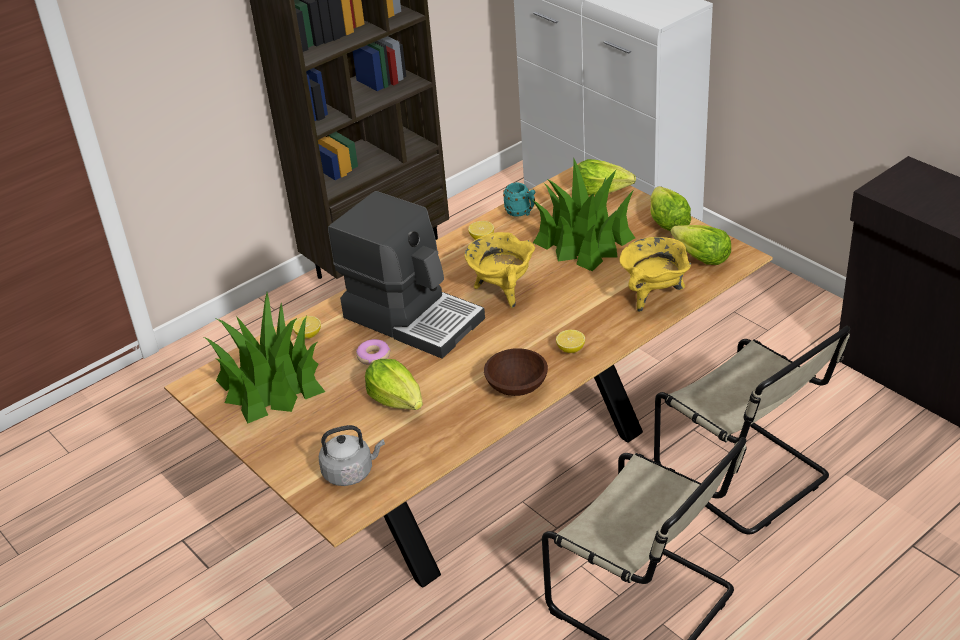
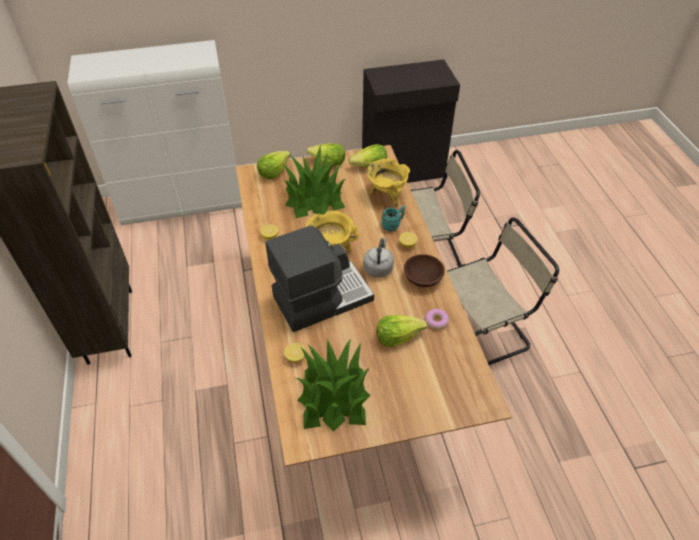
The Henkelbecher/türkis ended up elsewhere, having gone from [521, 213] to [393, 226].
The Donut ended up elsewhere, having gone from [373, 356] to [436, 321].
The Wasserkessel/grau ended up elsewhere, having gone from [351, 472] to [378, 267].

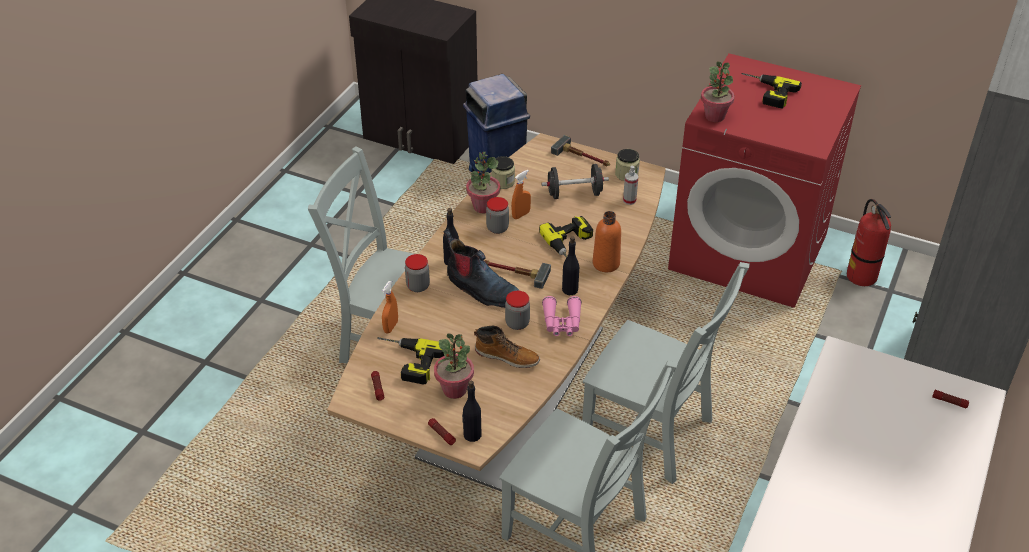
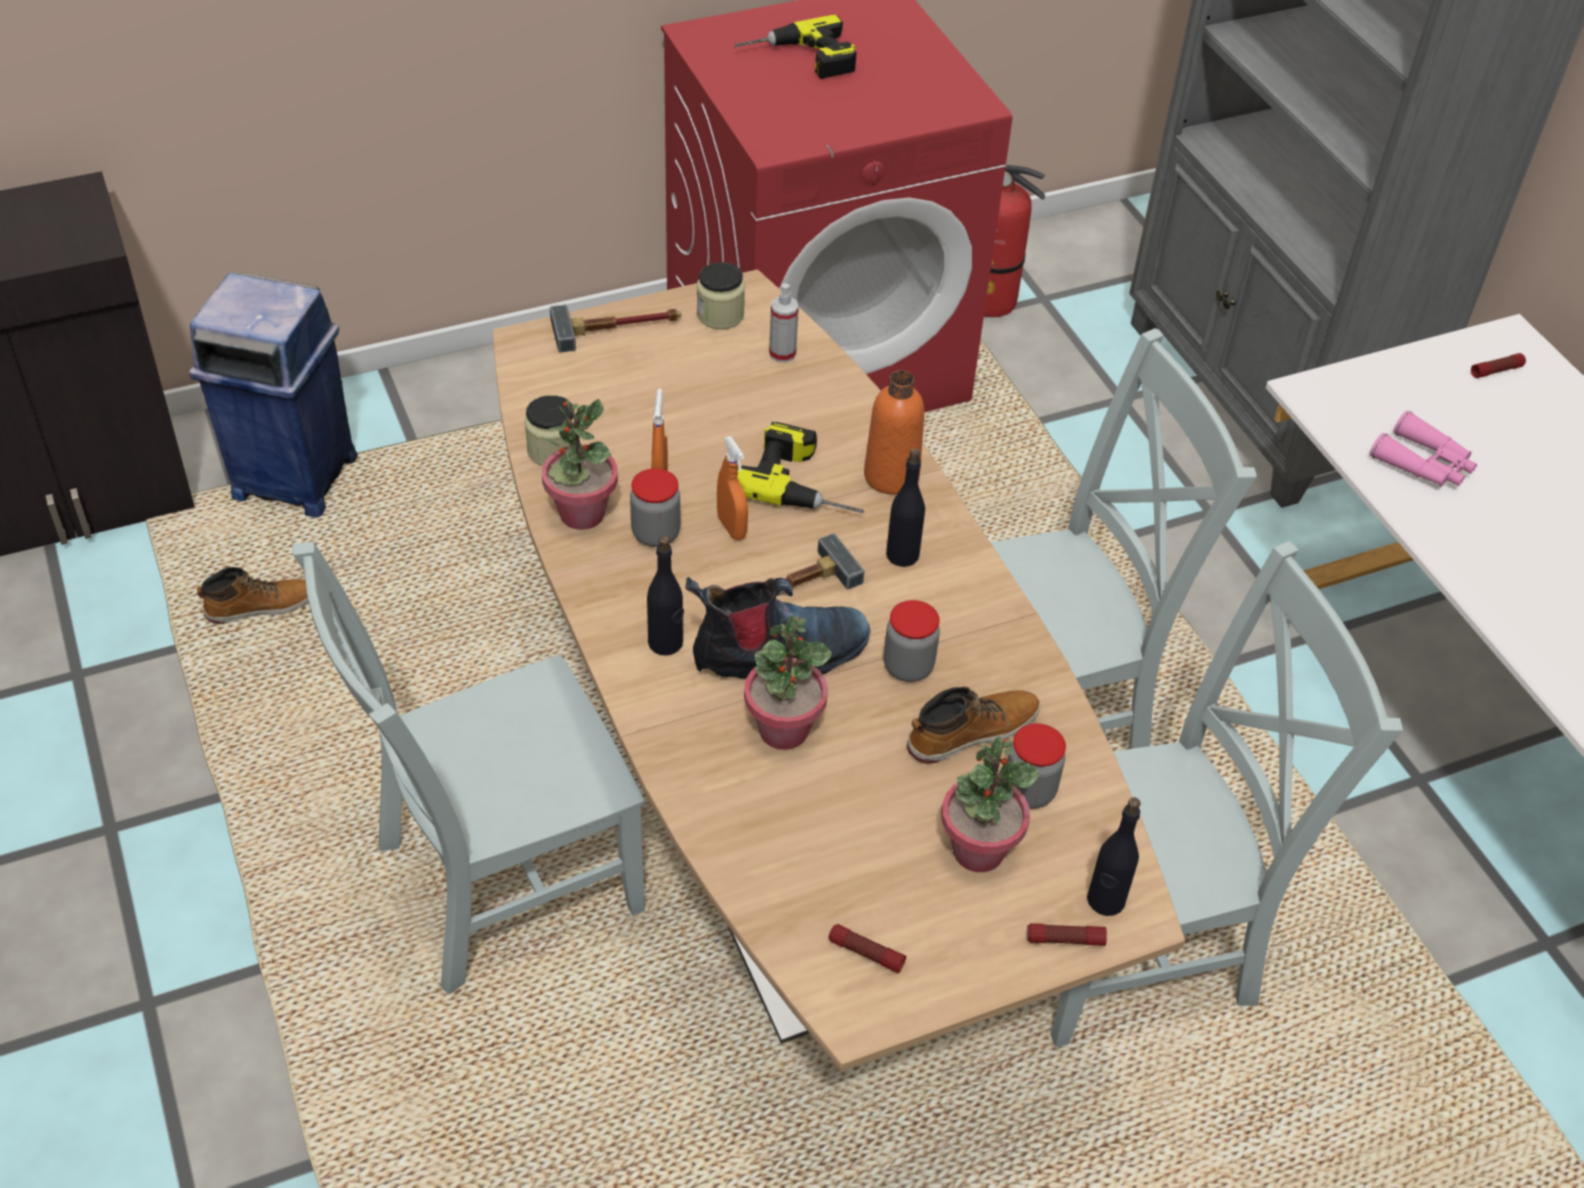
The Topfpflanze ended up elsewhere, having gone from [715, 116] to [783, 730].
The second view lost the Hantel/schwarz at [574, 194].
The Vorratsglas ended up elsewhere, having gone from [418, 286] to [1029, 791].
The Sprühflasche/orange ended up elsewhere, having gone from [391, 327] to [731, 527].
The Fernglas/rosa ended up elsewhere, having gone from [562, 322] to [1423, 464].
The second view lost the Bohrmaschine at [406, 362].
The second view gained the Stiefel at [261, 606].

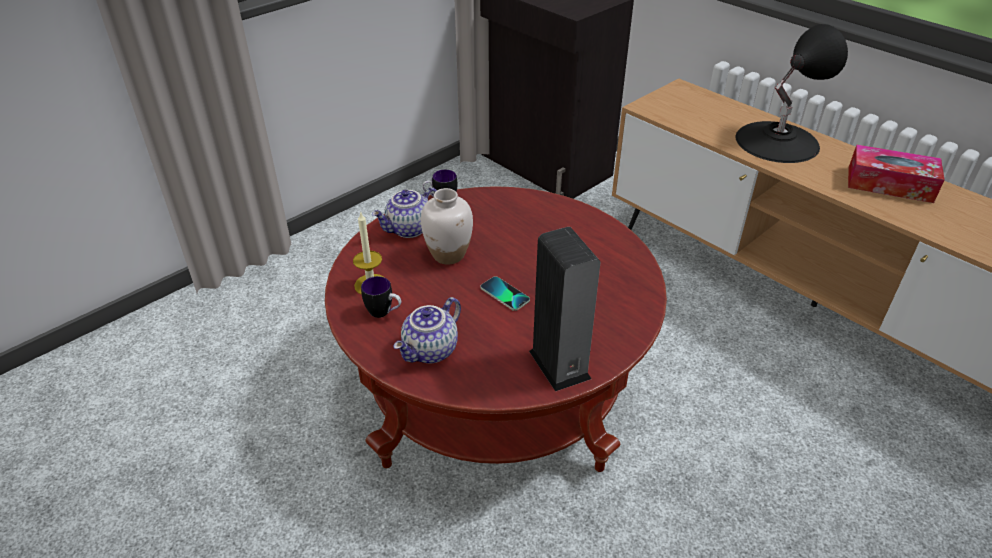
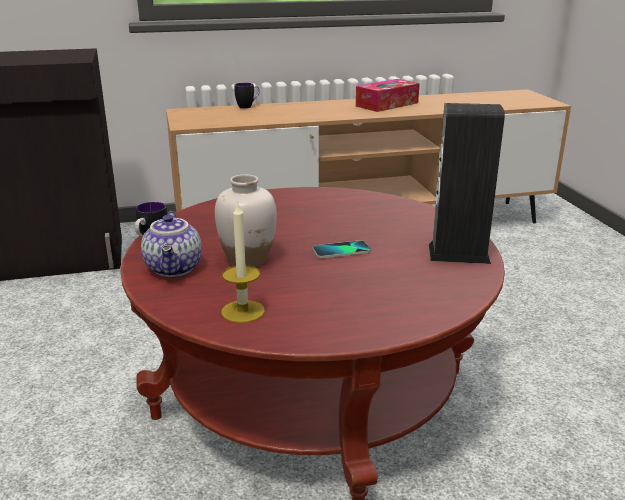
The second view lost the Tischlampe/schwarz at [777, 141].
The Henkelbecher ended up elsewhere, having gone from [384, 313] to [248, 106].
The second view lost the Teekanne at [431, 351].

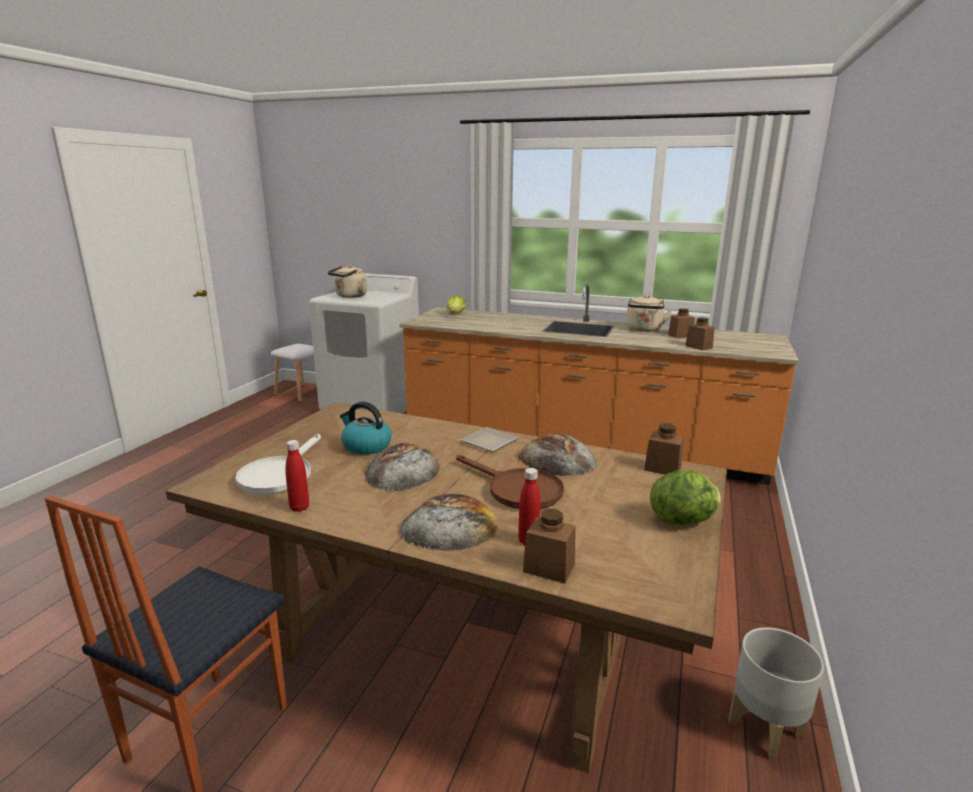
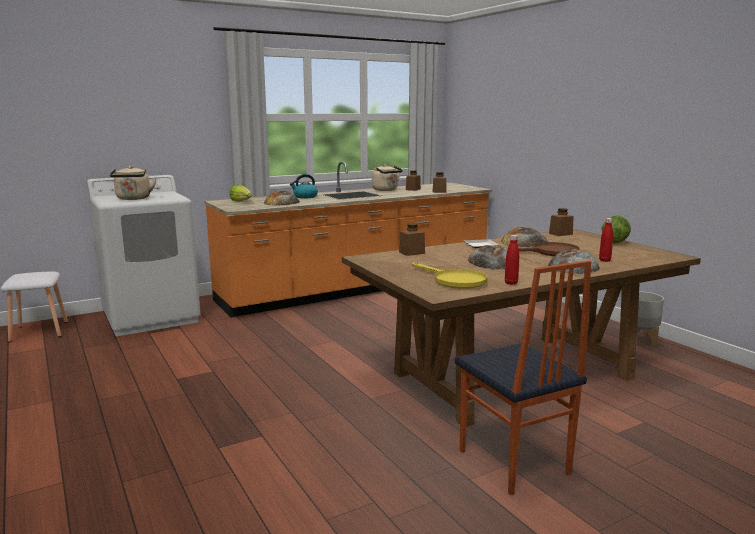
The Wasserkessel ended up elsewhere, having gone from [366, 446] to [305, 197].
What was the Pfanne/weiß at [280, 474] turned into the Pfanne/gelb at [454, 281].
The Vorratsglas/braun ended up elsewhere, having gone from [549, 567] to [412, 253].
The second view gained the Brot at [282, 202].

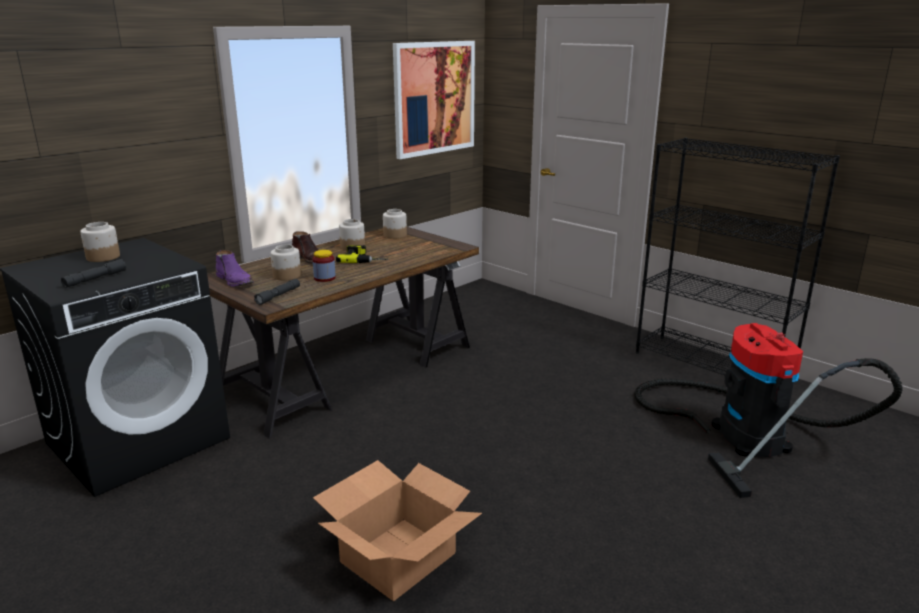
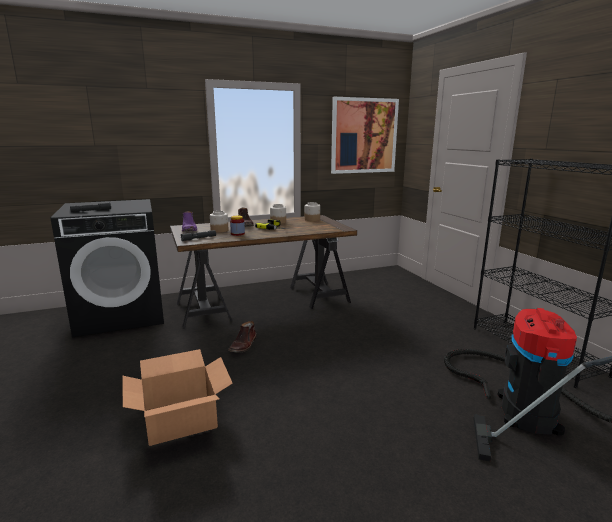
The second view lost the Vorratsglas at [103, 257].
The second view gained the Stiefel/braun at [243, 345].

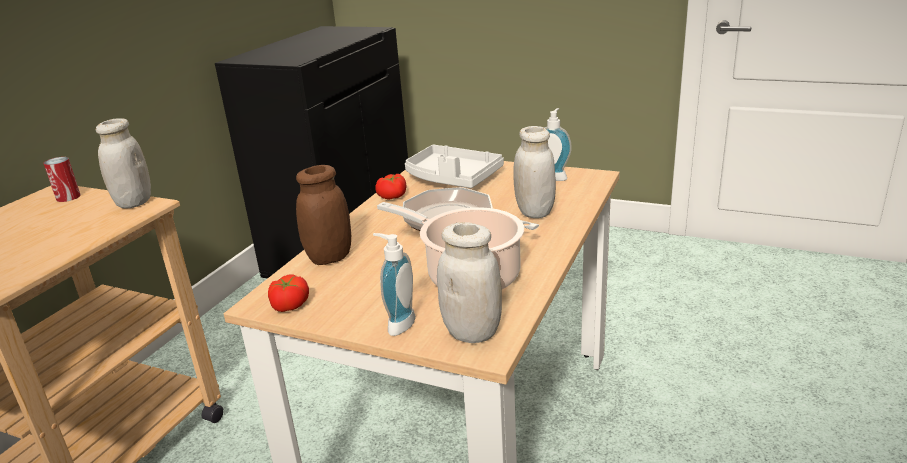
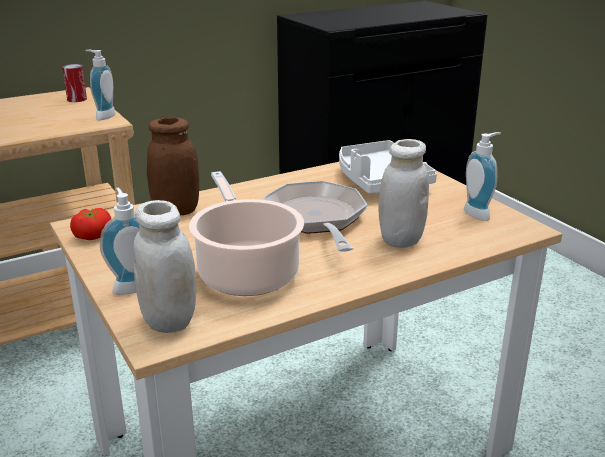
Where the Vorratsglas/weiß stood at [134, 202], the Seifenspender came to stand at [103, 116].
The second view lost the Tomate at [393, 196].

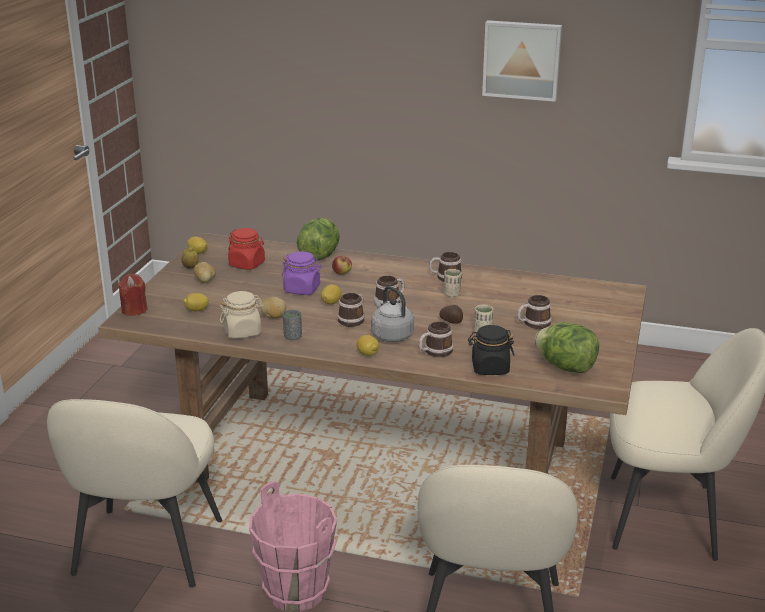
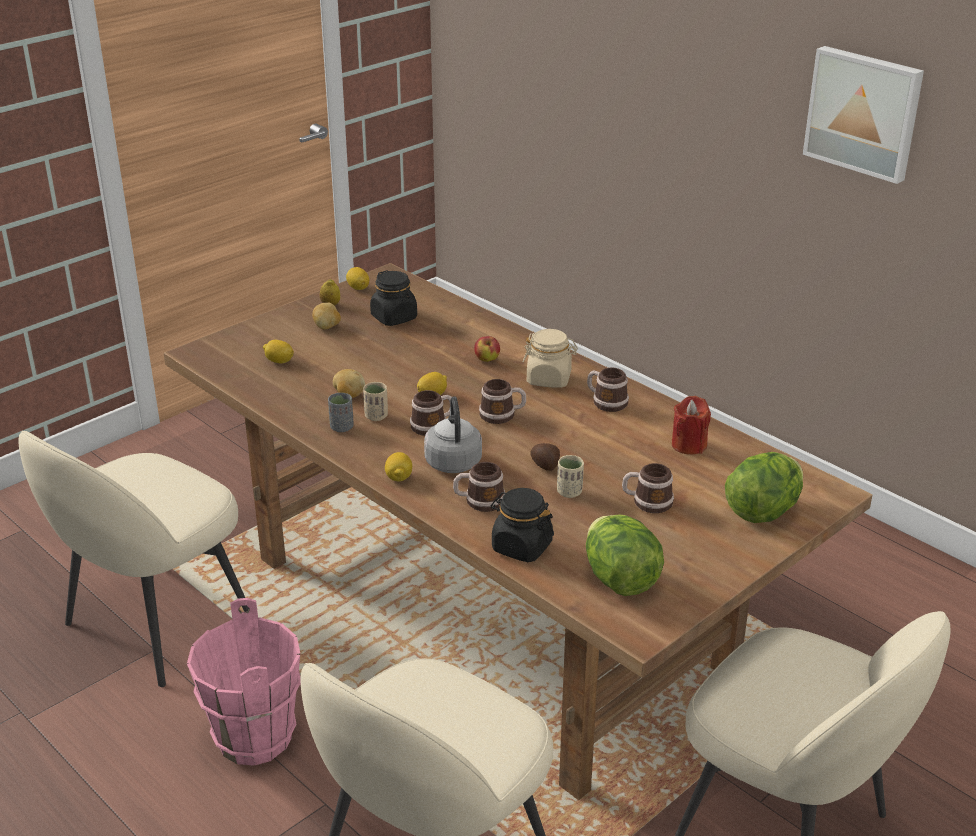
The Salatkopf ended up elsewhere, having gone from [319, 255] to [762, 511].
What was the Vorratsglas/rot at [247, 264] turned into the Vorratsglas/schwarz at [394, 318].
The second view lost the Vorratsglas/lila at [302, 289].
The Tasse/beige ended up elsewhere, having gone from [452, 294] to [376, 416].
The Kerze/rot ended up elsewhere, having gone from [134, 310] to [689, 445].
The Vorratsglas/beige ended up elsewhere, having gone from [243, 331] to [549, 379].

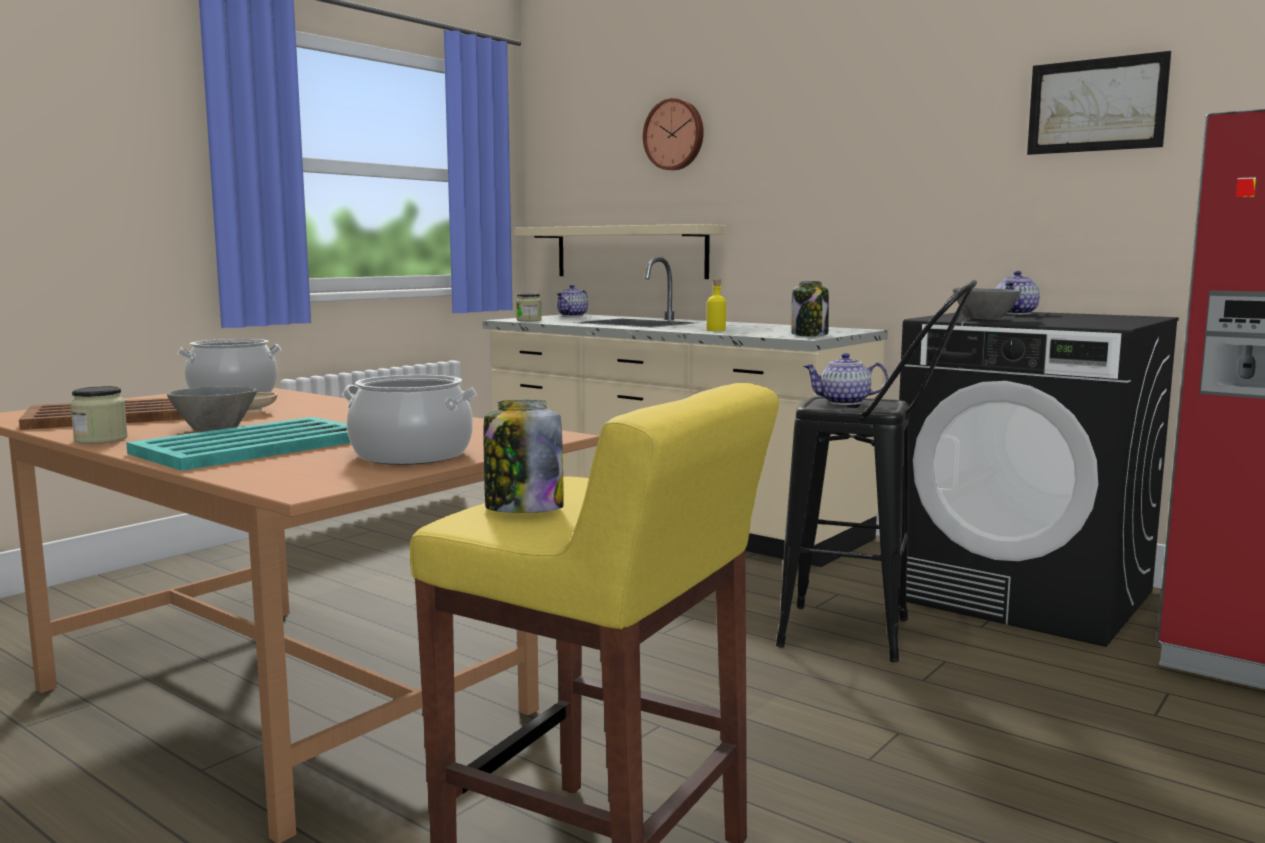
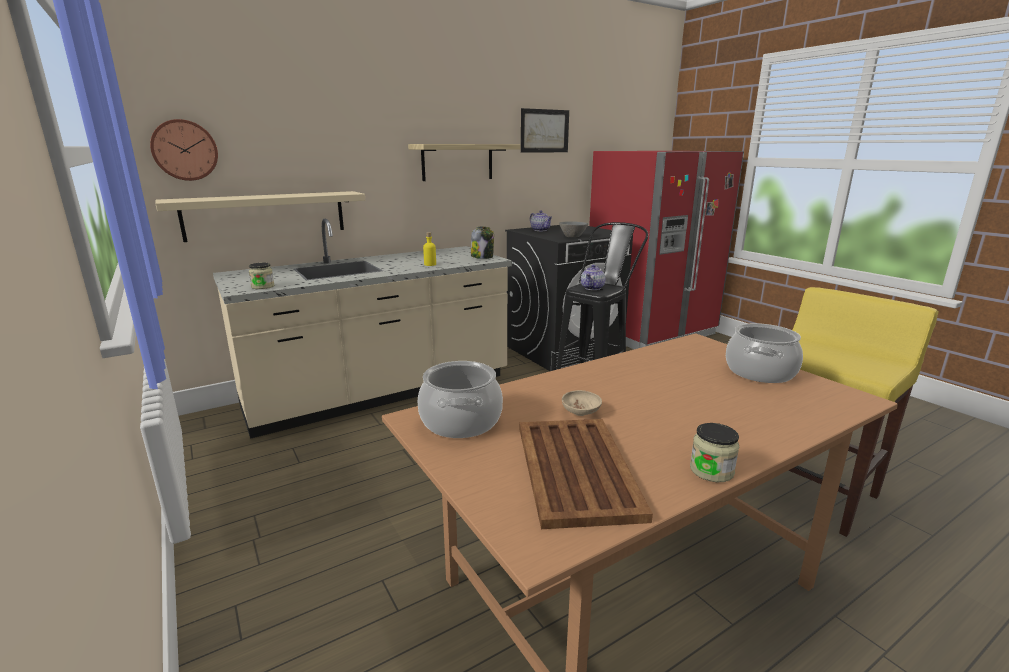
The Wanduhr ended up elsewhere, having gone from [675, 135] to [184, 150].
The second view lost the Teekanne at [573, 316].
The second view lost the Schüssel/grau at [217, 429].
The second view lost the Vorratsglas at [522, 509].
The second view lost the Tablett/türkis at [256, 446].
The second view gained the Wandregal at [457, 162].

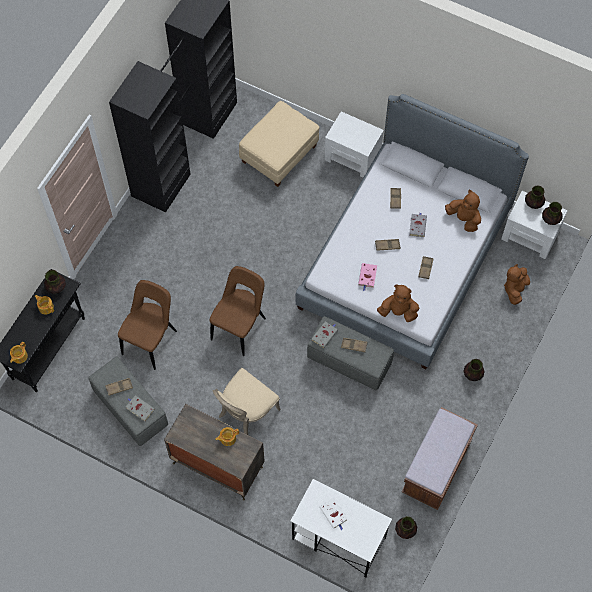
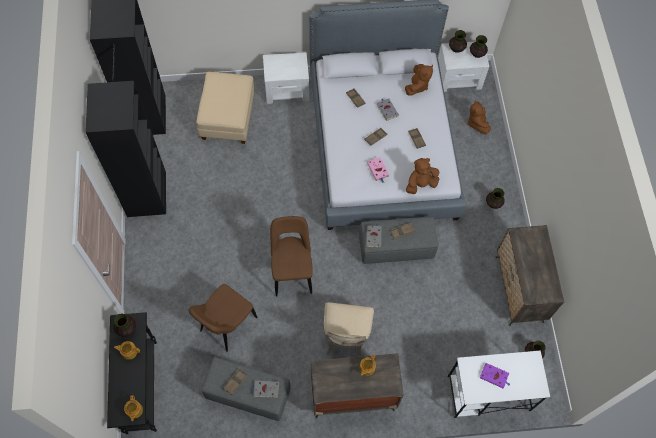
The Plüschtier/braun at [463, 219] ended up facing another way, 105 degrees clockwise from before.
The Stuhl/braun at [151, 340] ended up facing another way, 135 degrees counterclockwise from before.
Where the Bank/braun stood at [436, 467], the Kommode came to stand at [519, 289].
What was the Buch/weiß at [334, 514] turned into the Buch/lila at [494, 376].

